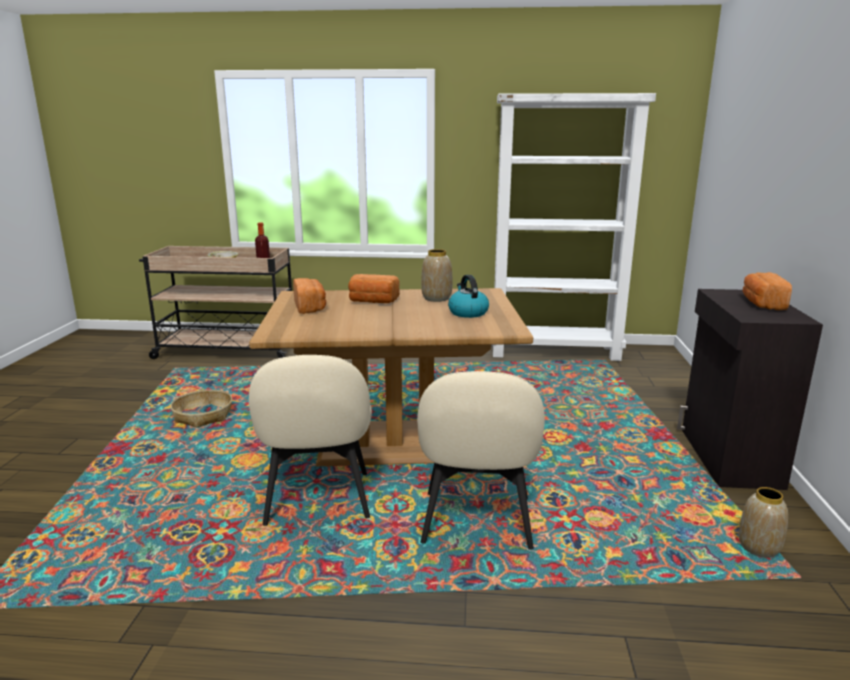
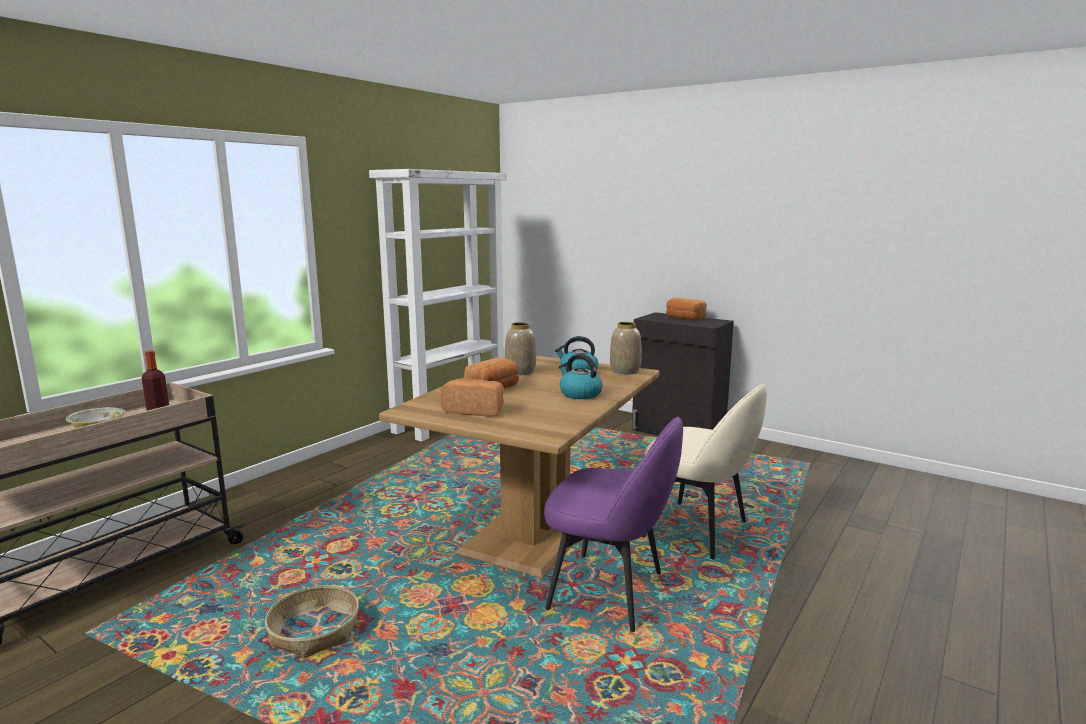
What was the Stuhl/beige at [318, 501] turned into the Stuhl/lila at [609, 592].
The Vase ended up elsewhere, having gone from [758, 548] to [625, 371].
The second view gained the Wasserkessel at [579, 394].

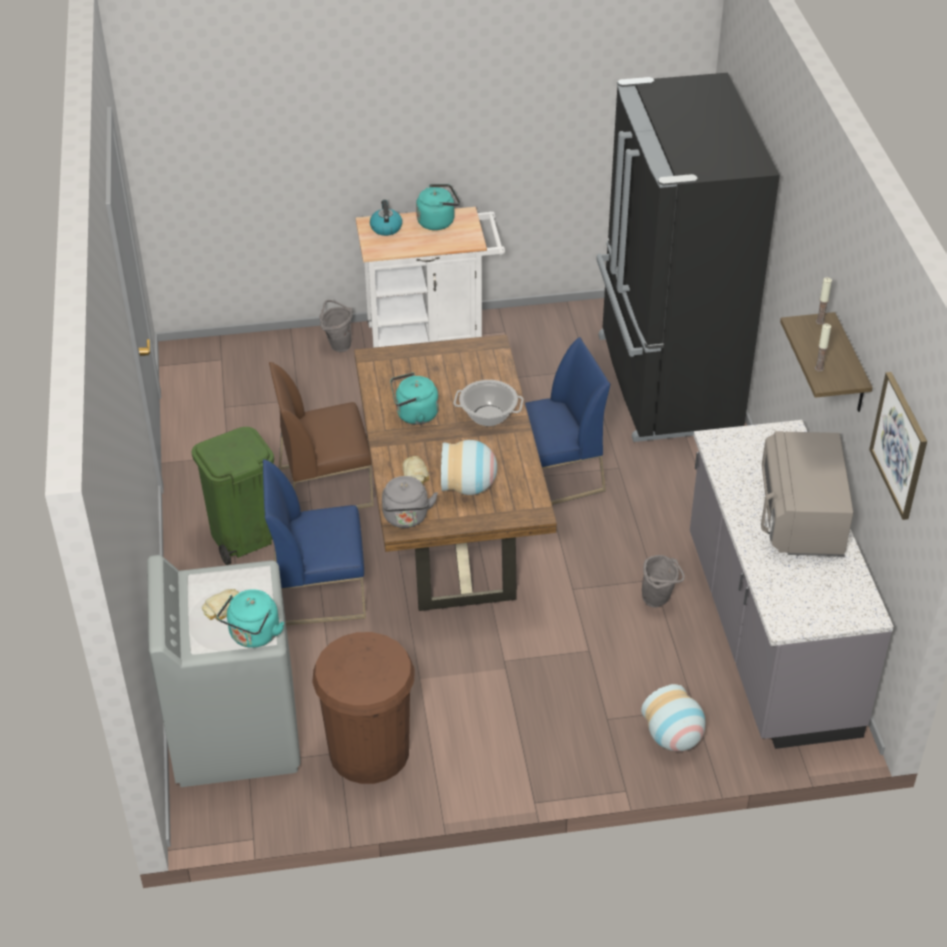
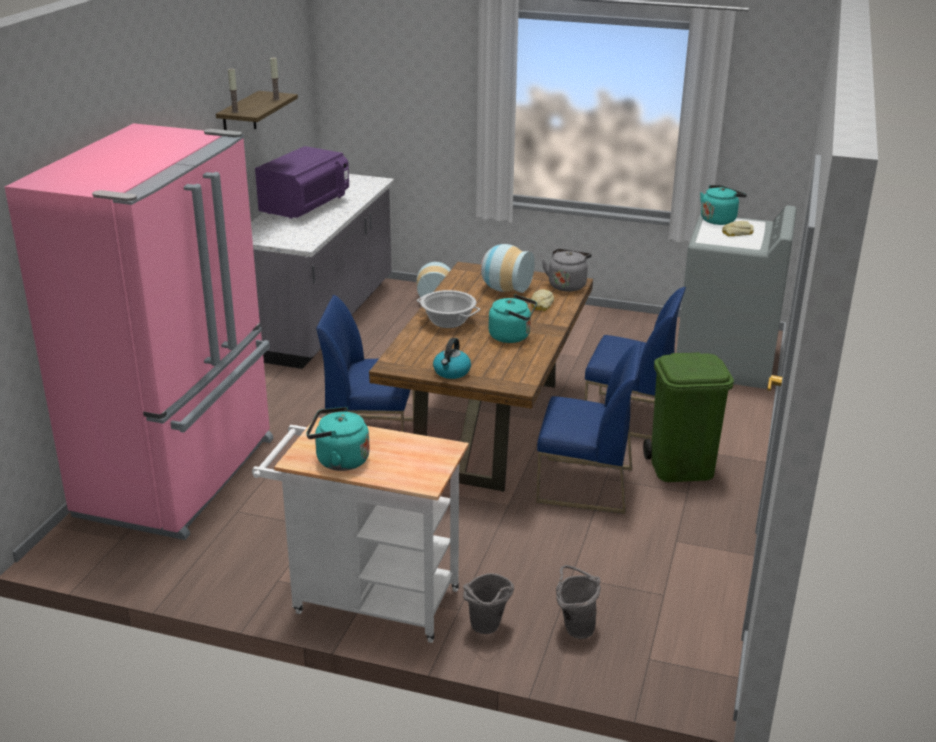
What was the Kühlschrank/schwarz at [665, 383] turned into the Kühlschrank/rosa at [181, 477].
The Wasserkessel ended up elsewhere, having gone from [386, 227] to [451, 372].
What was the Stuhl/braun at [326, 486] turned into the Stuhl/blau at [584, 485].
The second view lost the Bild at [900, 445].
What was the Mikrowelle/grau at [800, 518] turned into the Mikrowelle/lila at [305, 207].
The Eimer/grau ended up elsewhere, having gone from [659, 600] to [575, 627].
The second view lost the Mülleimer/braun at [369, 751].

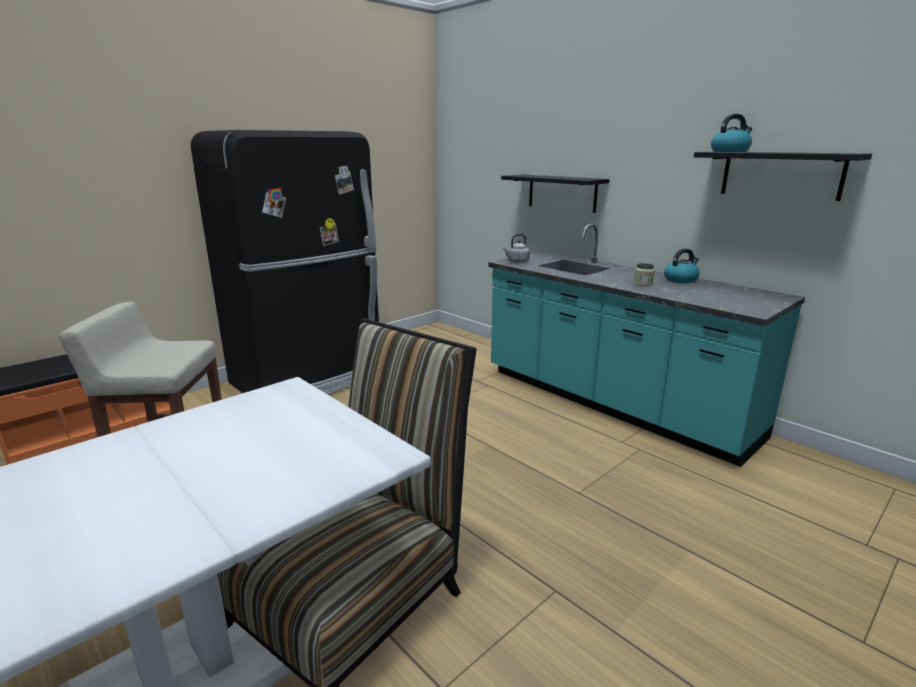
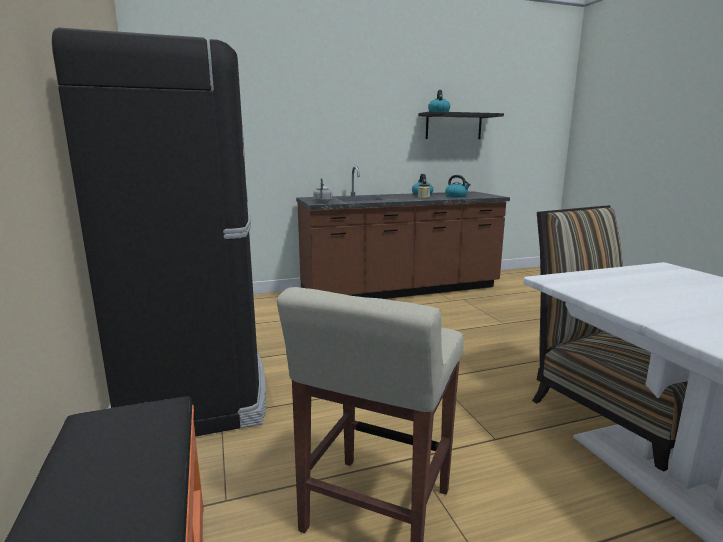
The second view lost the Wandregal/schwarz at [562, 193].
What was the Küchenzeile/türkis at [613, 403] turned into the Küchenzeile/braun at [401, 290].
The second view gained the Wasserkessel at [456, 196].

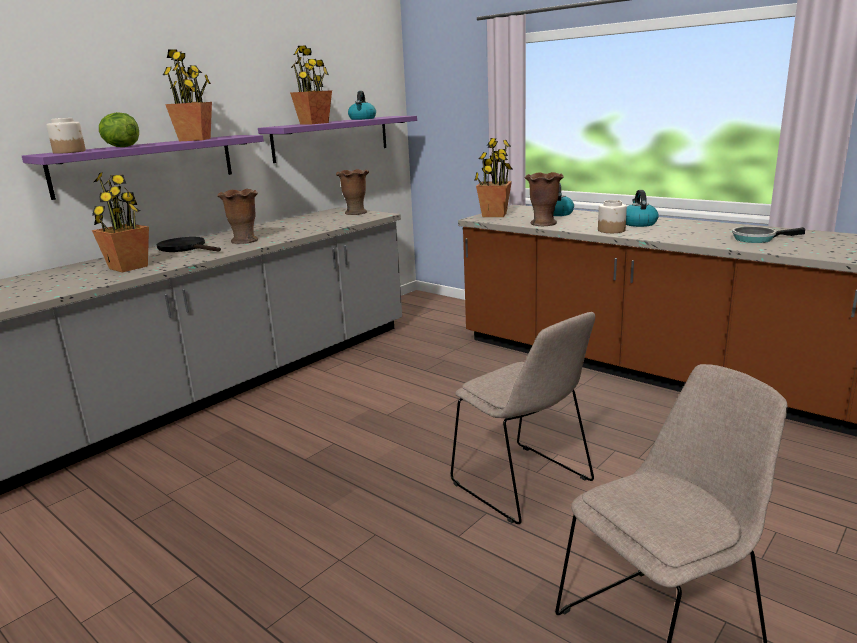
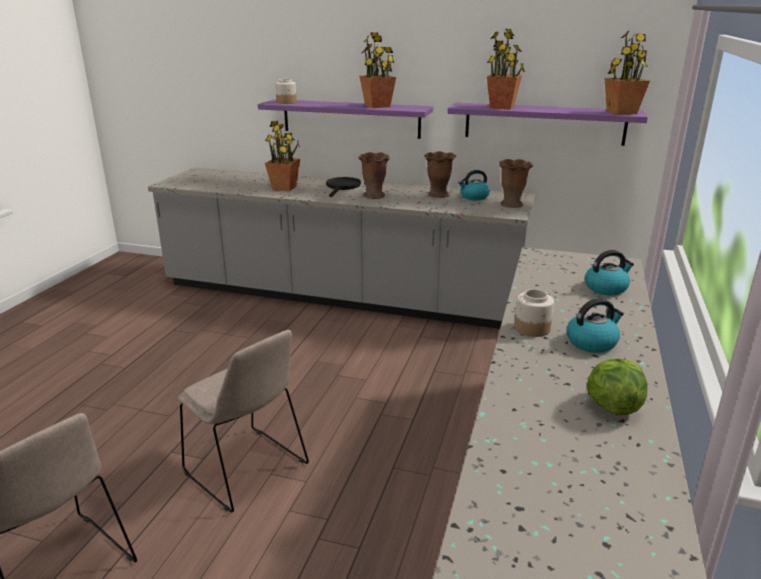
The Wasserkessel ended up elsewhere, having gone from [362, 119] to [474, 197].
The Salatkopf ended up elsewhere, having gone from [121, 147] to [612, 406].
The Topfpflanze ended up elsewhere, having gone from [494, 215] to [621, 112].
The Vase/braun ended up elsewhere, having gone from [543, 223] to [438, 195].
The second view lost the Pfanne at [756, 239].
The Stuhl/beige at [524, 484] ended up facing another way, 75 degrees counterclockwise from before.

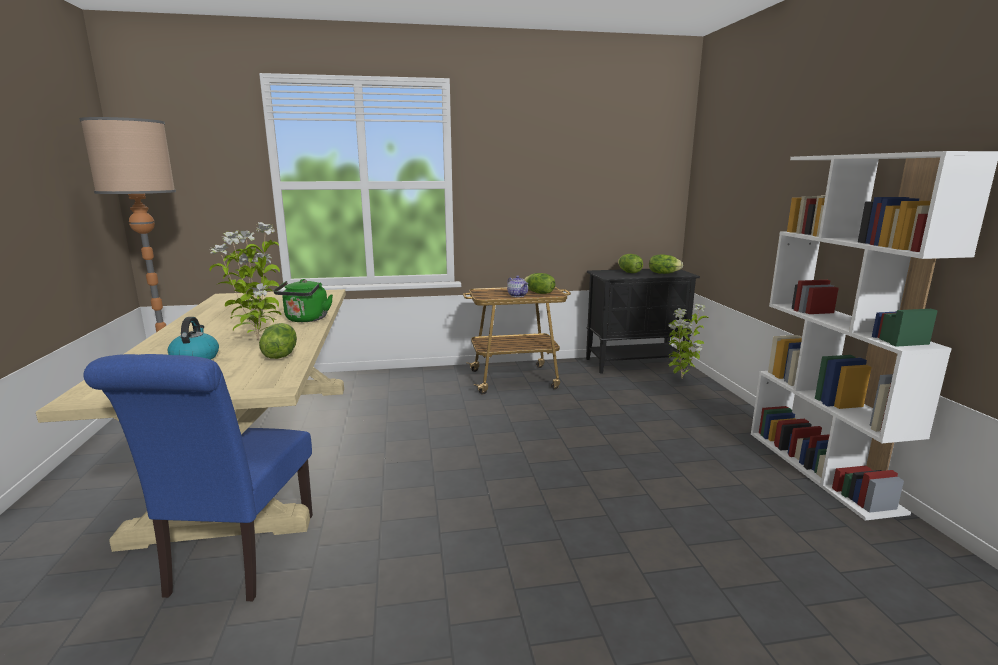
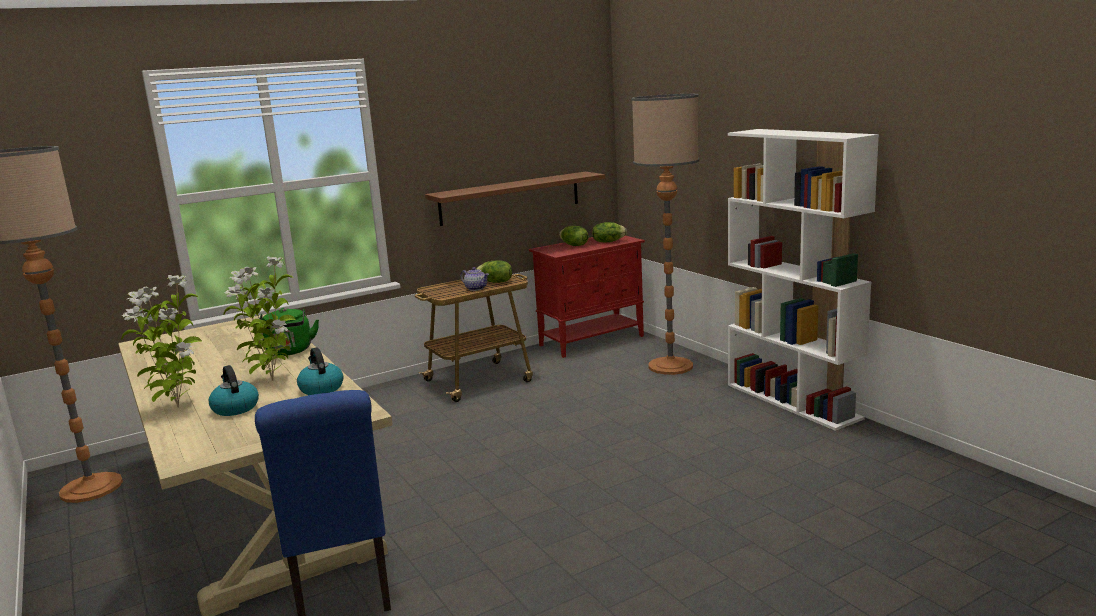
What was the Schrank/schwarz at [635, 363] turned into the Schrank/rot at [592, 340].
The Topfpflanze ended up elsewhere, having gone from [680, 378] to [177, 407].
Where the Salatkopf stood at [280, 355], the Wasserkessel came to stand at [321, 388].
The second view gained the Stehlampe at [670, 366].
The second view gained the Wandregal/braun at [510, 198].

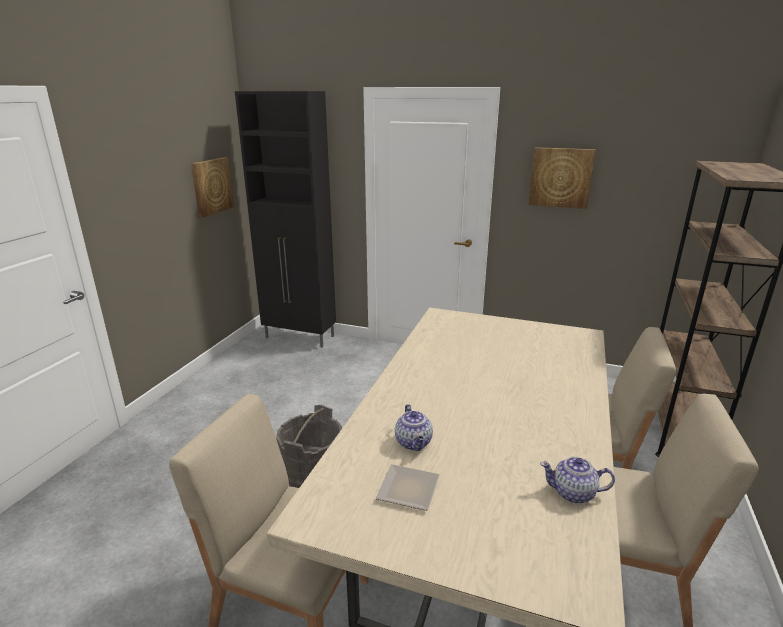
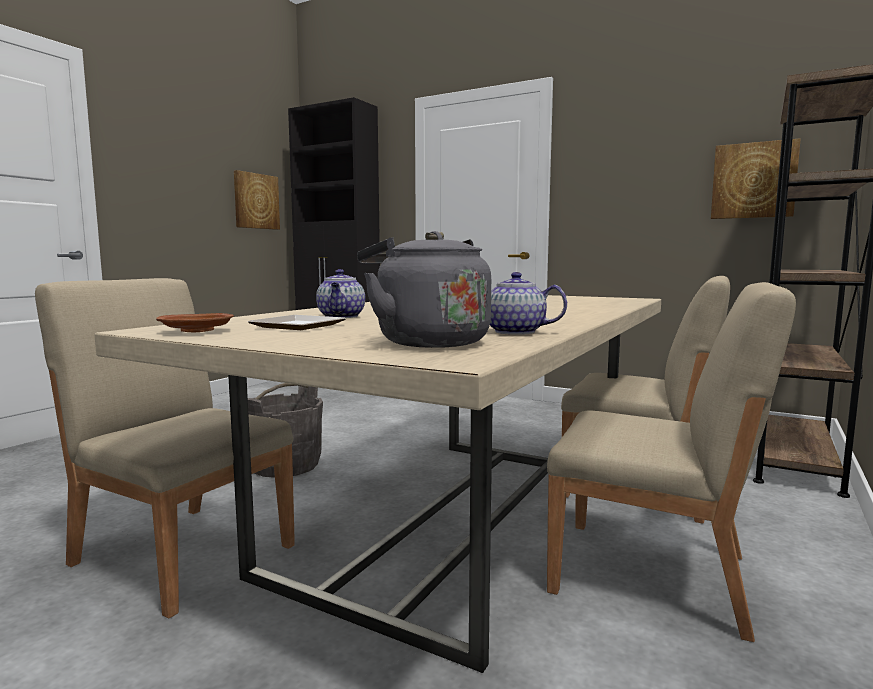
The Bild ended up elsewhere, having gone from [561, 177] to [753, 180].
The second view gained the Wasserkessel/grau at [427, 342].
The second view gained the Teller/braun at [198, 331].

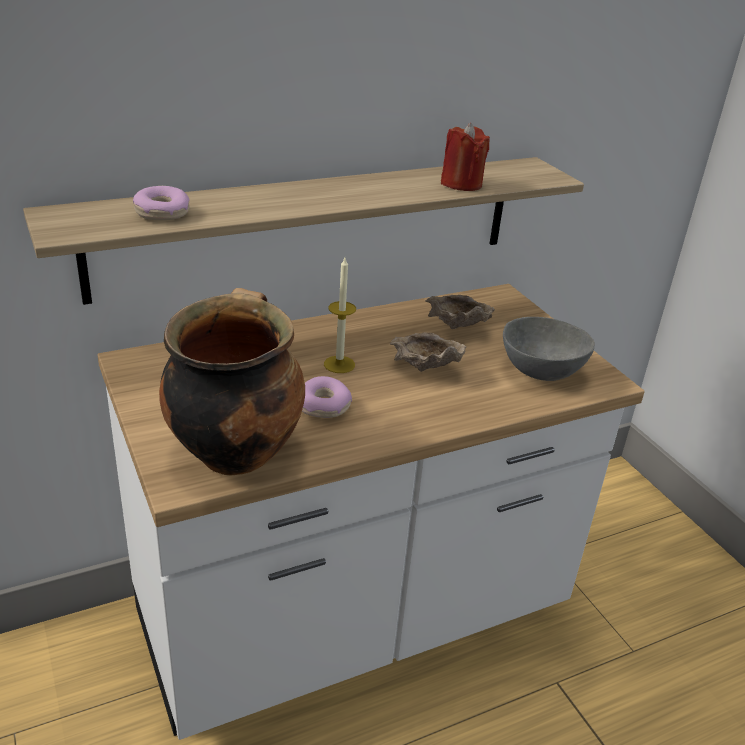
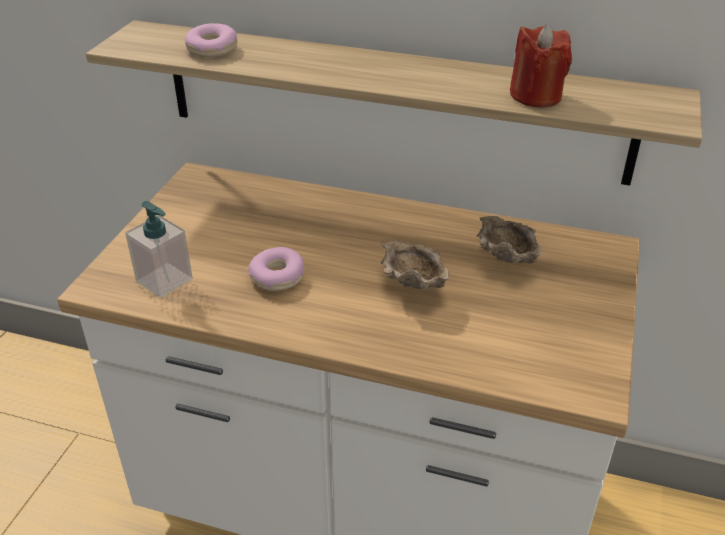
The second view lost the Kerze at [339, 364].
Where the Kochtopf stood at [234, 450], the Seifenspender came to stand at [164, 280].
The second view lost the Schüssel/grau at [542, 373].

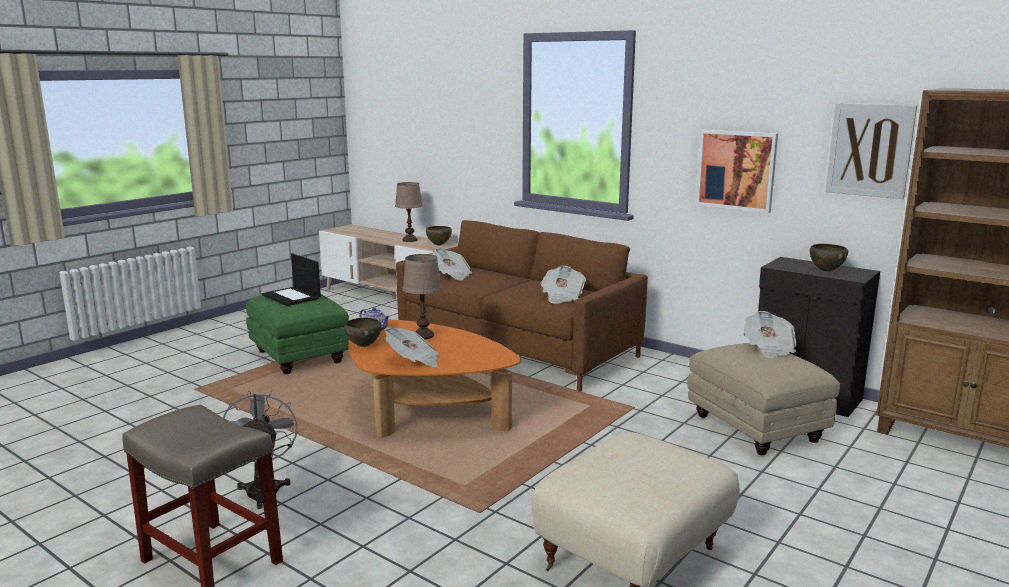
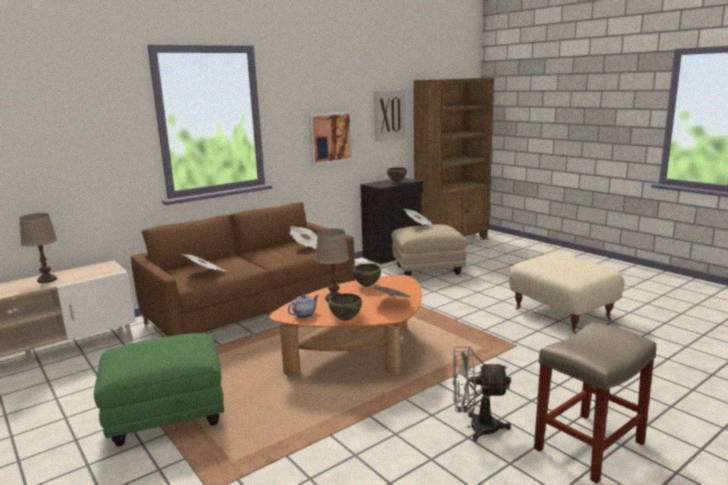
The Schüssel/braun ended up elsewhere, having gone from [438, 245] to [367, 286].
The second view lost the Laptop at [292, 296].

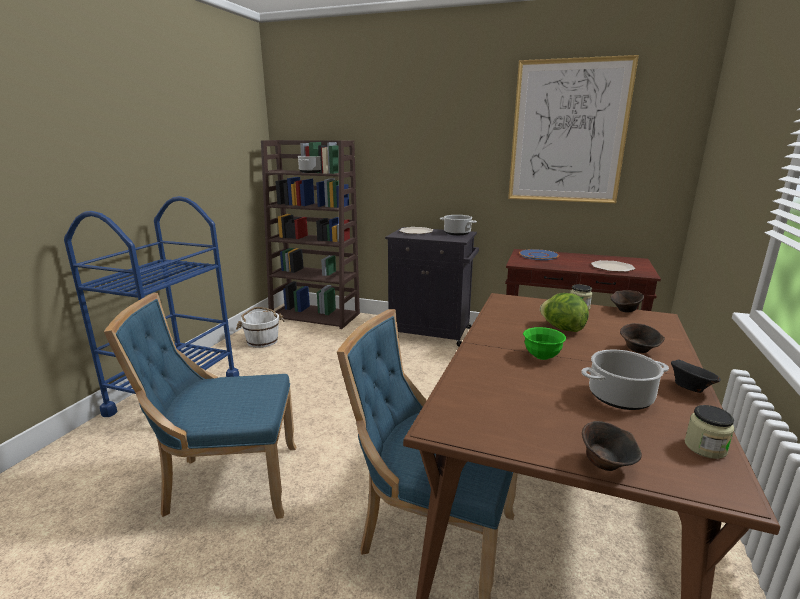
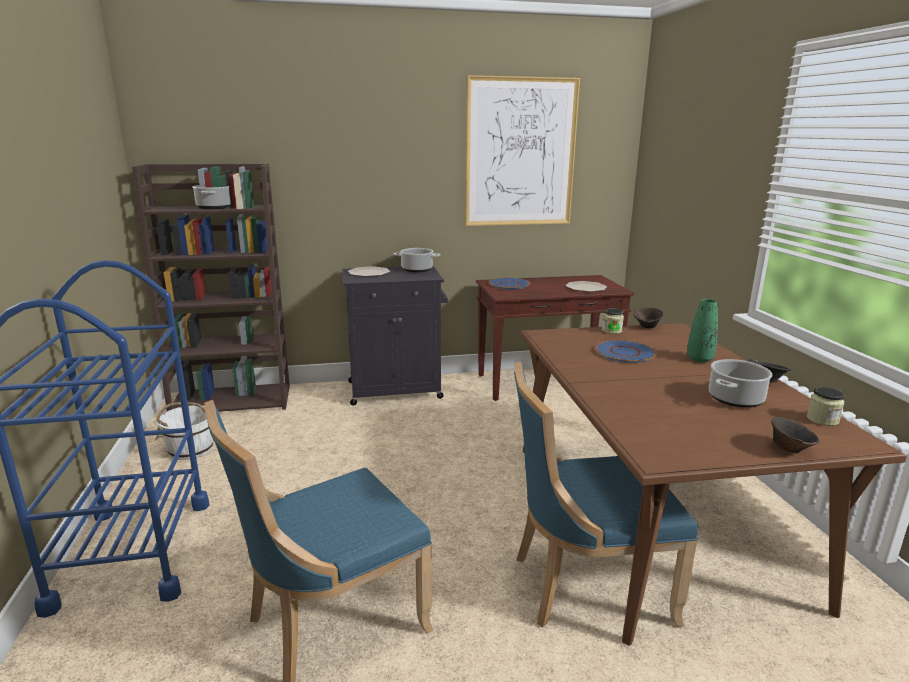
Where the Salatkopf stood at [562, 328], the Teller/blau came to stand at [625, 352].
Where the Schüssel/braun stood at [639, 350], the Vase/grün came to stand at [699, 359].
The second view lost the Schüssel/grün at [542, 356].

